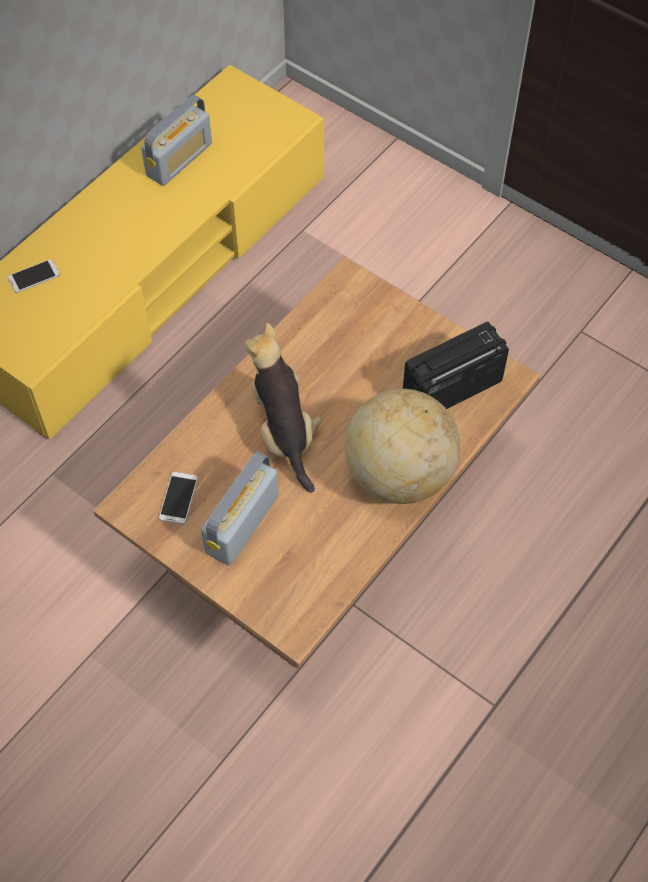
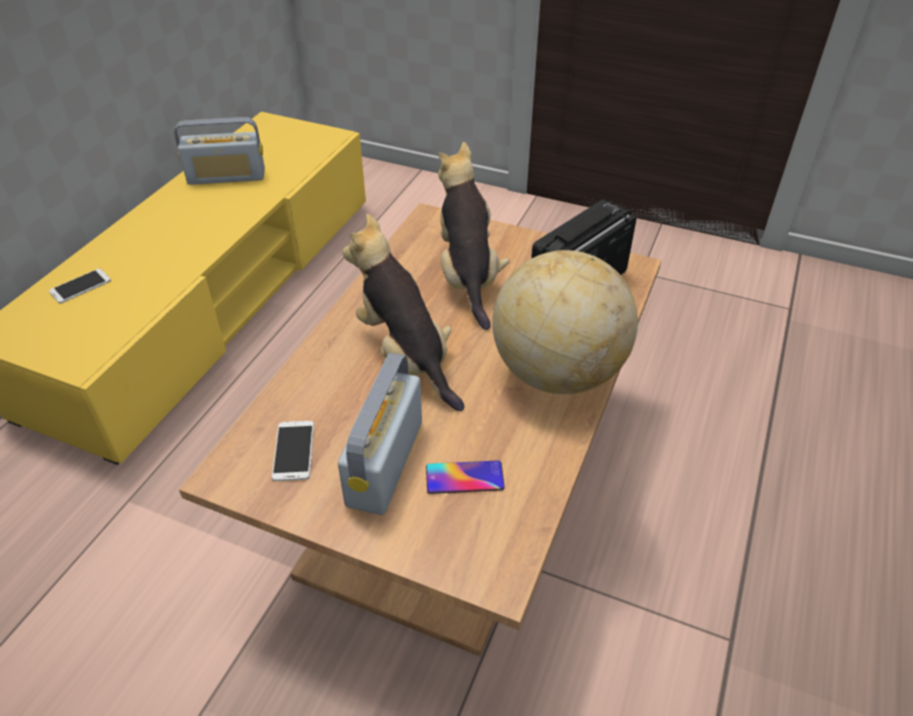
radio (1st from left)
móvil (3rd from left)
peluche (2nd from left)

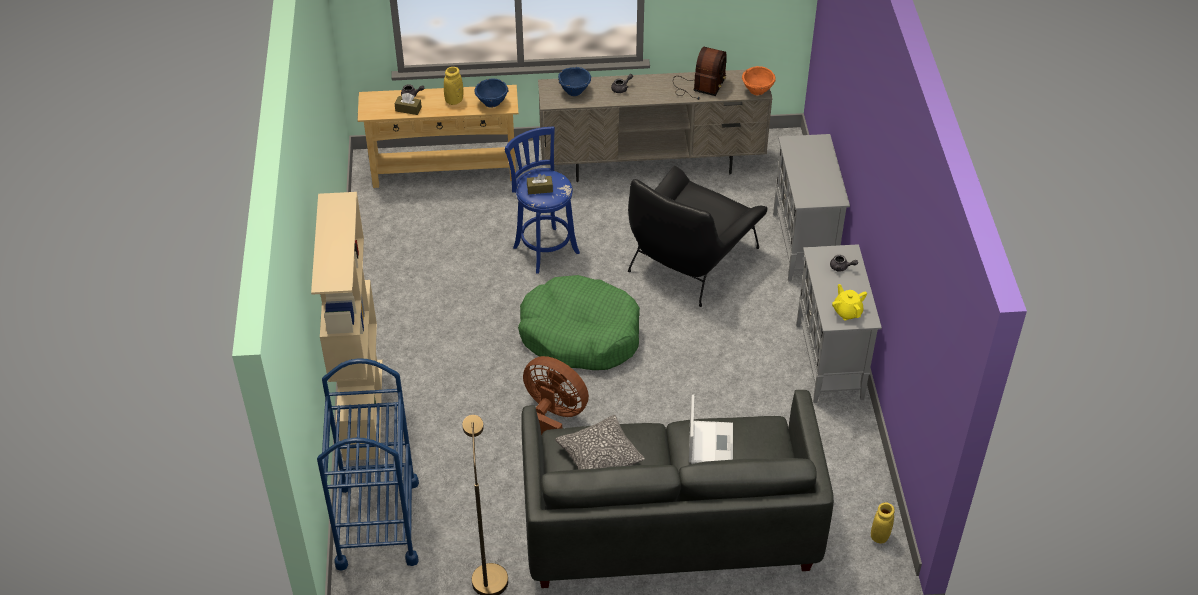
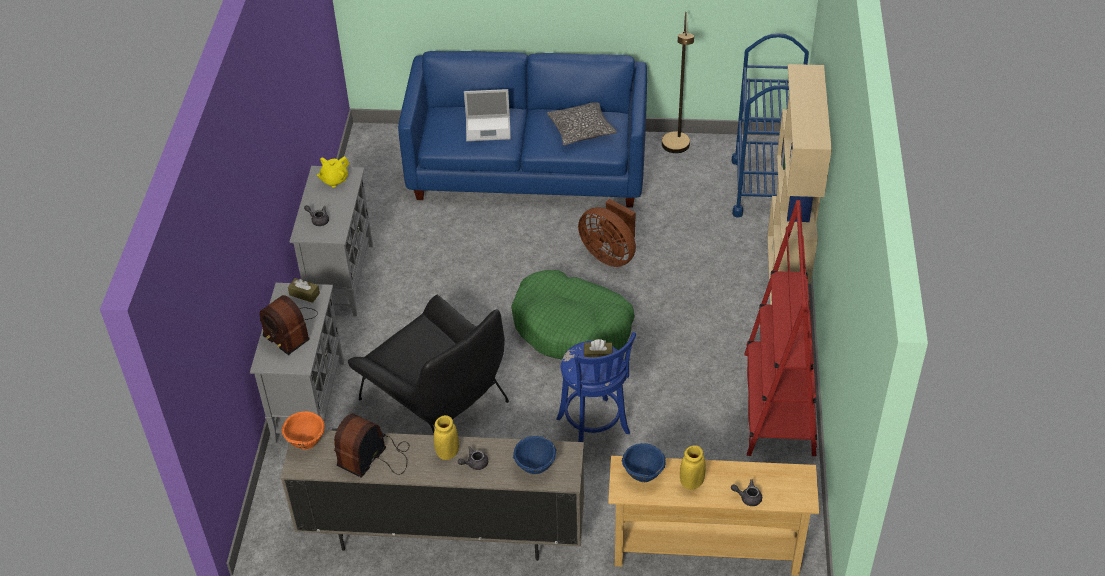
radio (1st from left)
caja de pañuelos [marrón] (1st from left)
tetera [amarillo]
sillón [negro]
sofá [azul]
florero [amarillo] (1st from left)
portátil
estantería [rojo]

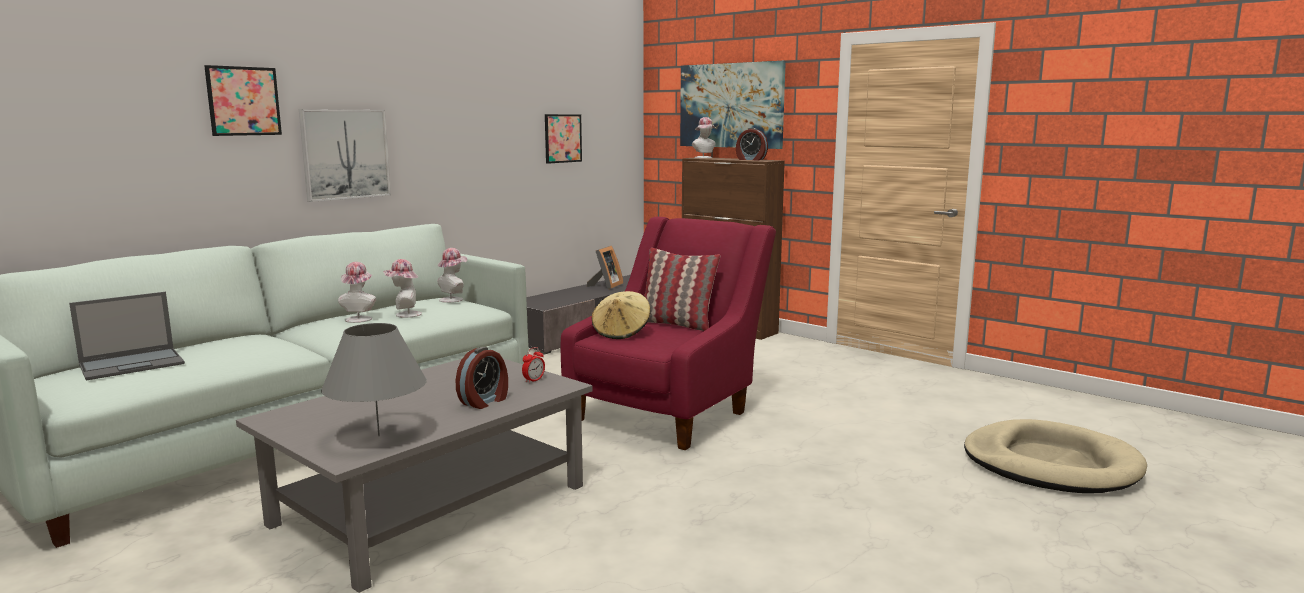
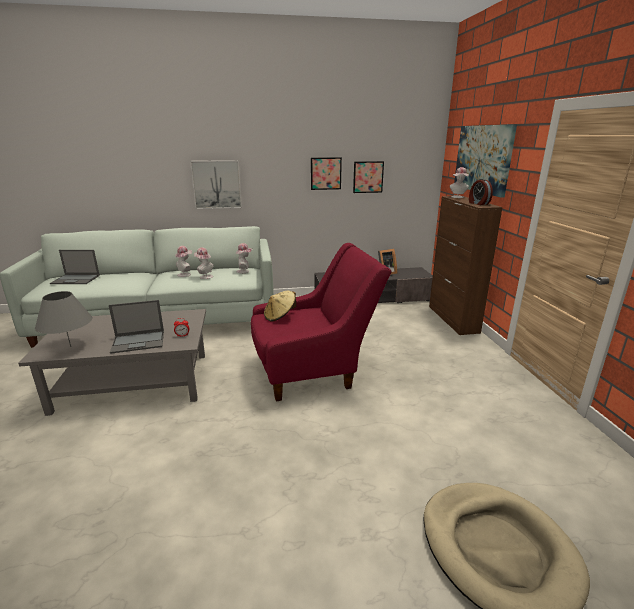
portátil (2nd from left)
cuadro (2nd from left)
cojín

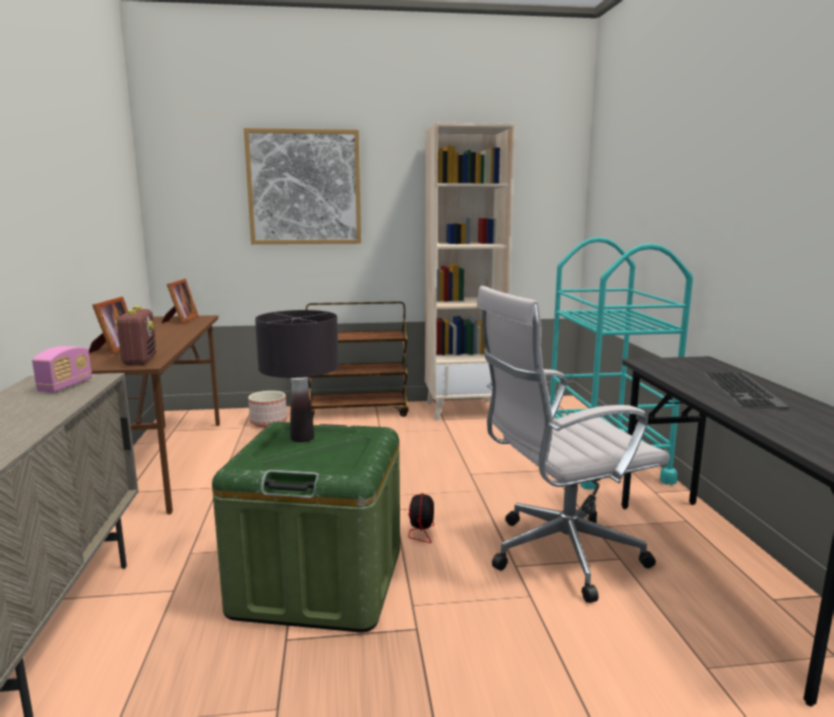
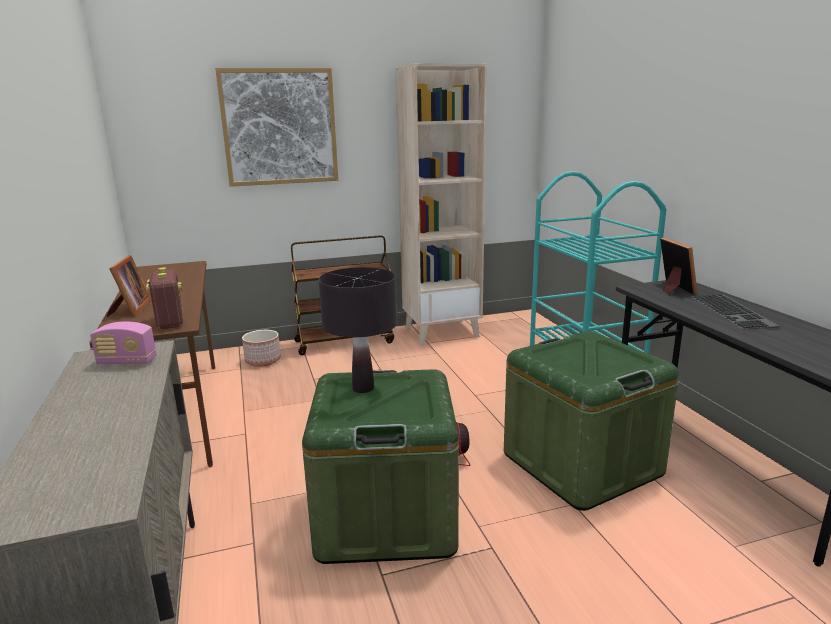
radio (1st from left)
caja de almacenaje [verde] (2nd from left)
portarretratos (2nd from left)

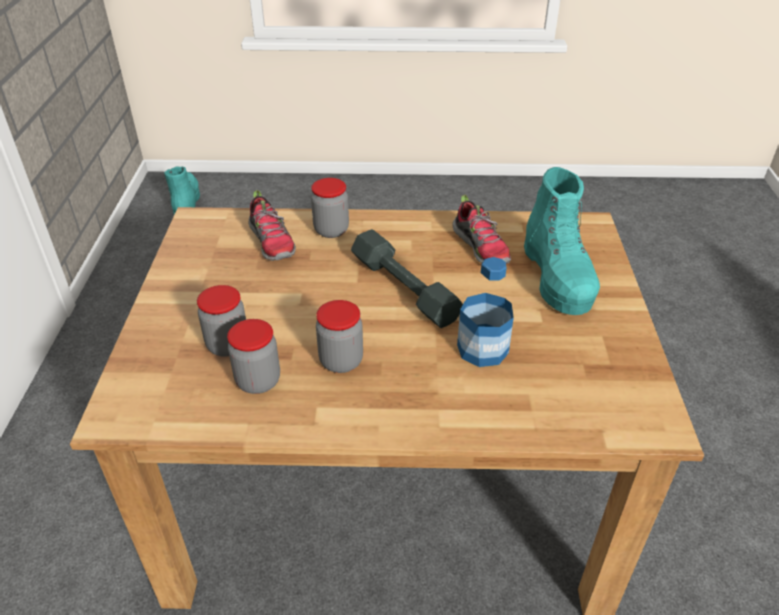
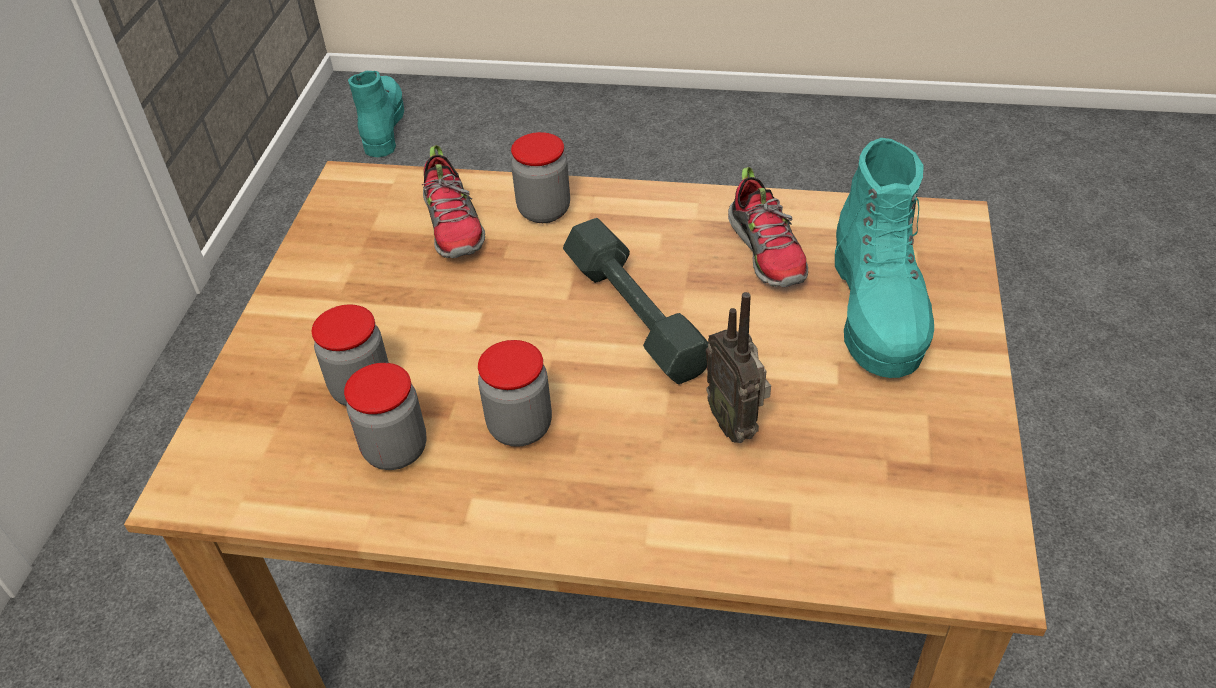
radio

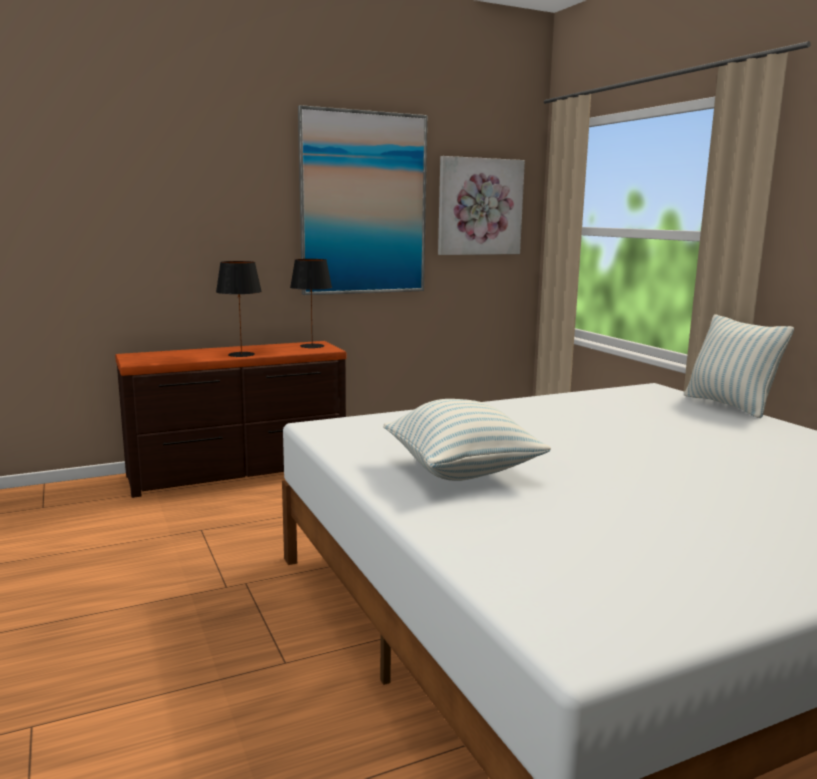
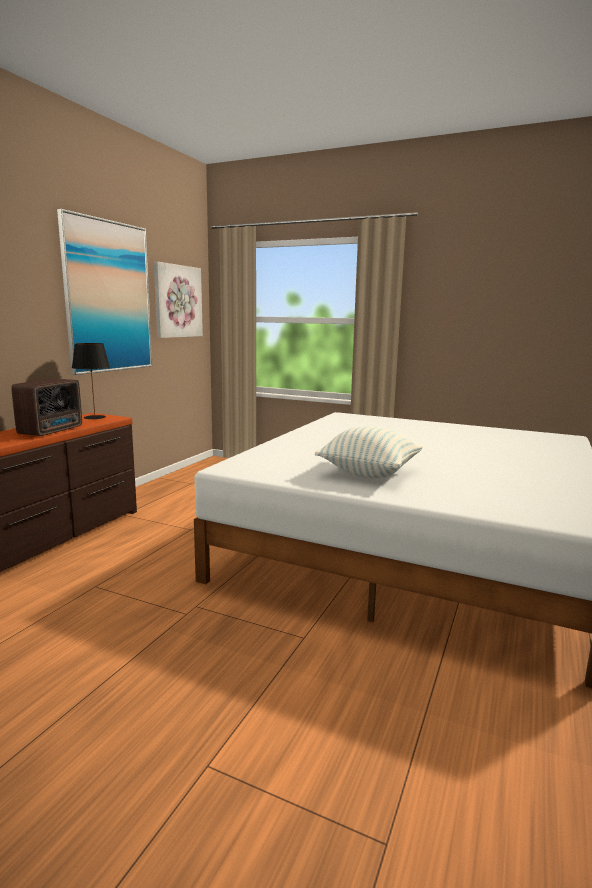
radio
cojín (2nd from left in the first image)

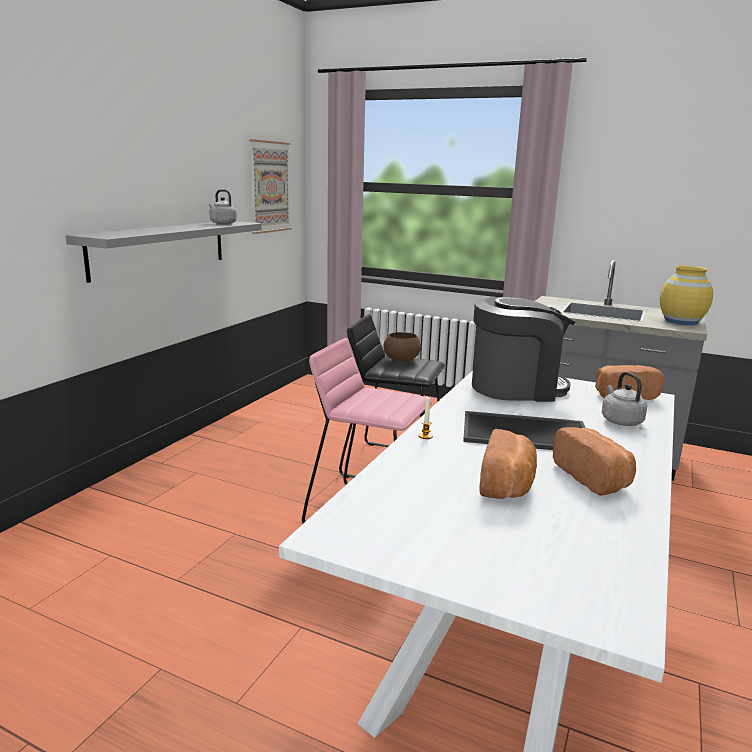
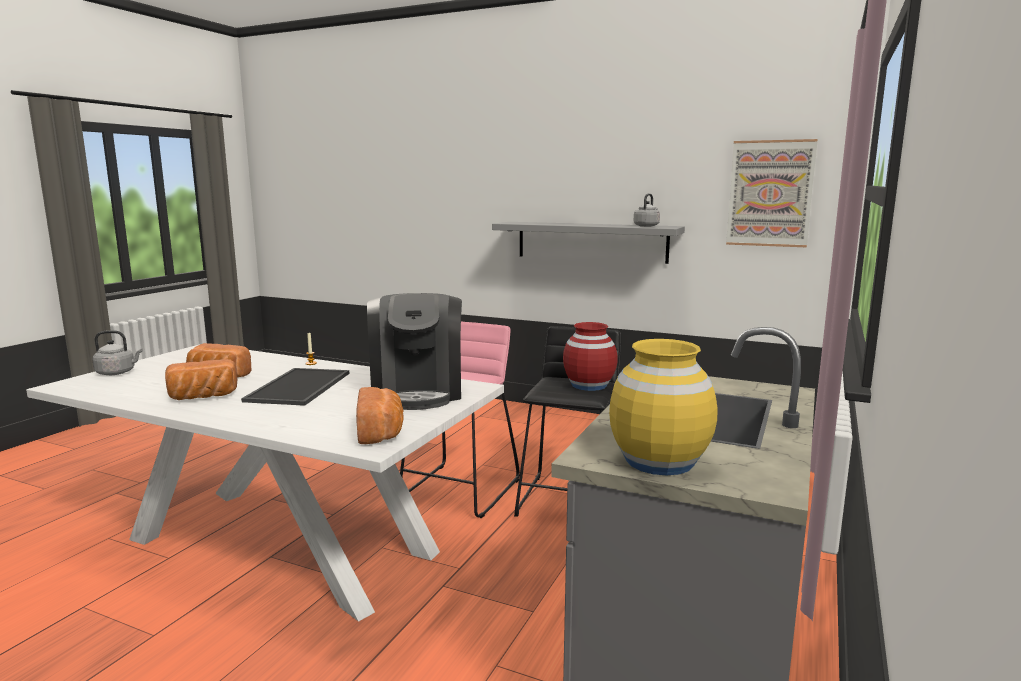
hervidor [gris] (1st from left)
florero [rojo]

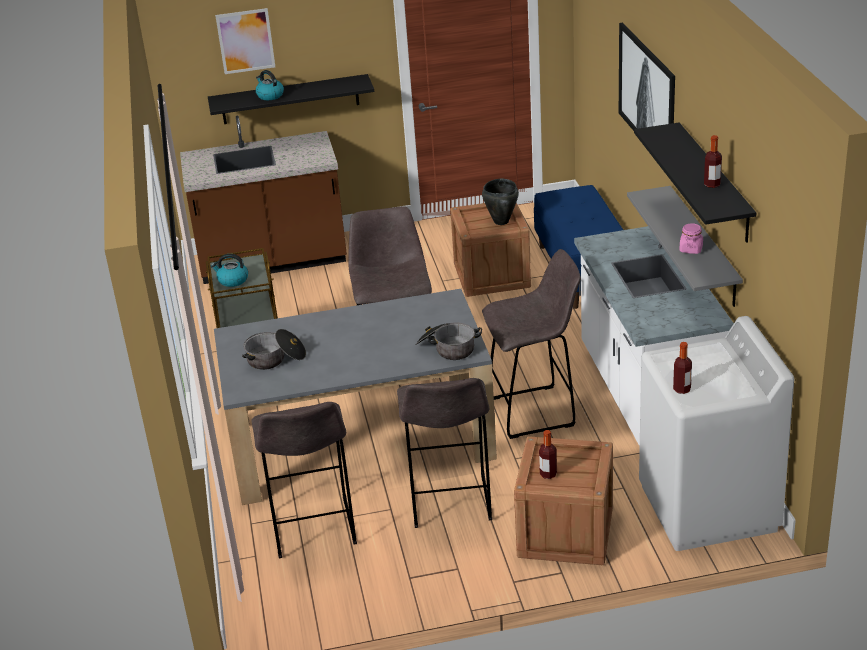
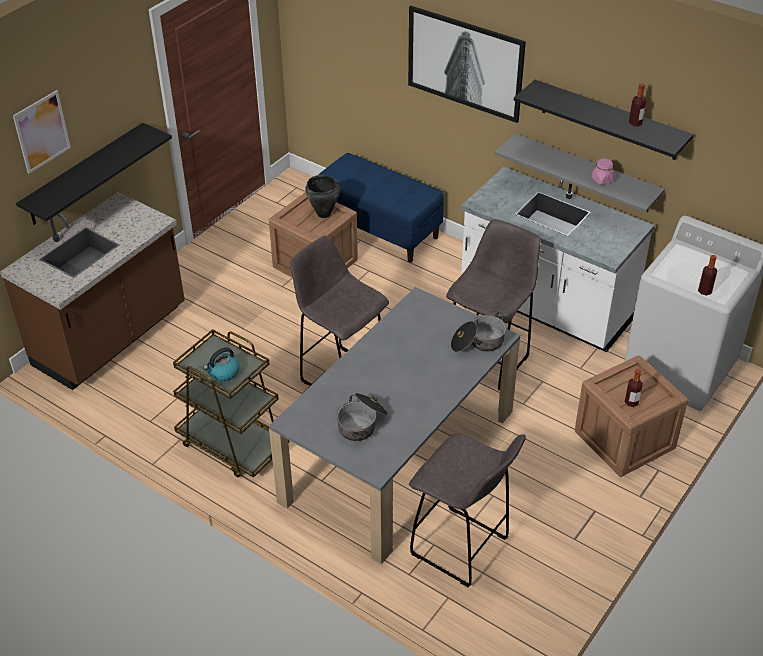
hervidor (2nd from left in the first image)
taburete [gris] (3rd from left in the first image)

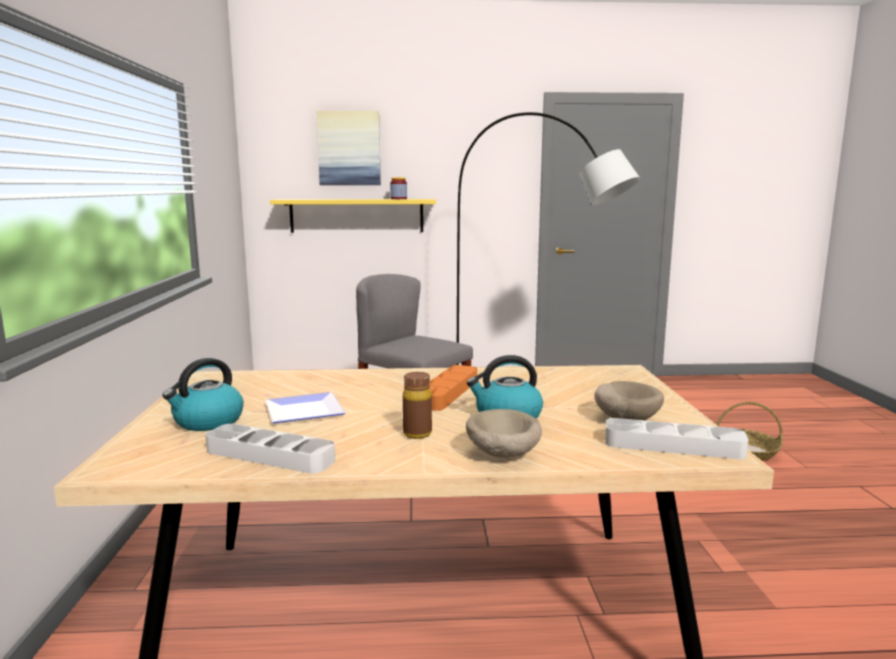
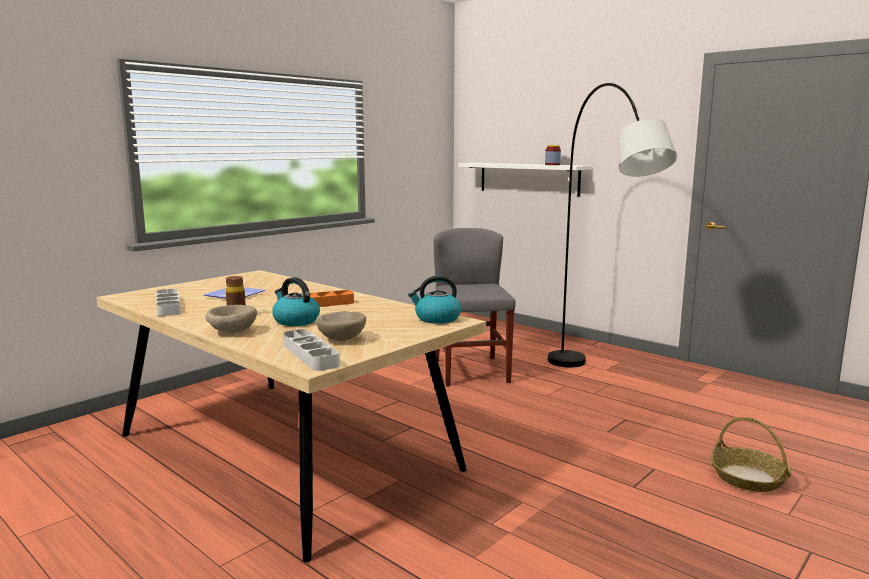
hervidor (2nd from left)
estante [blanco]
cuadro

